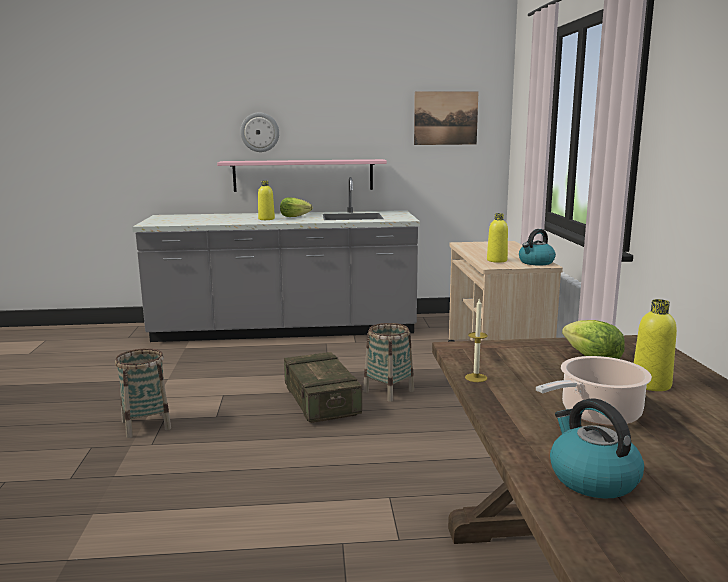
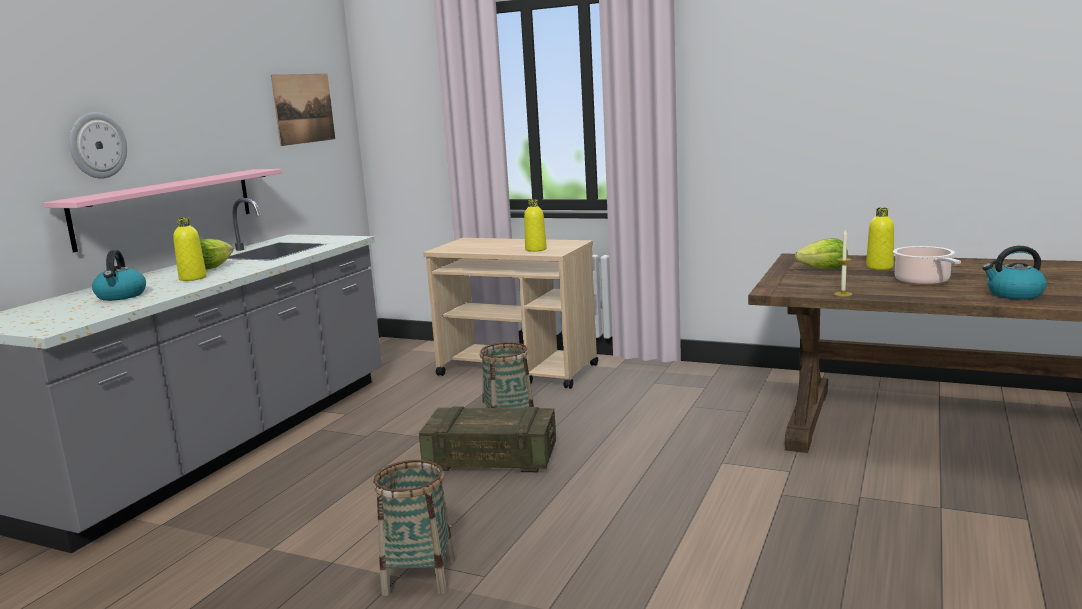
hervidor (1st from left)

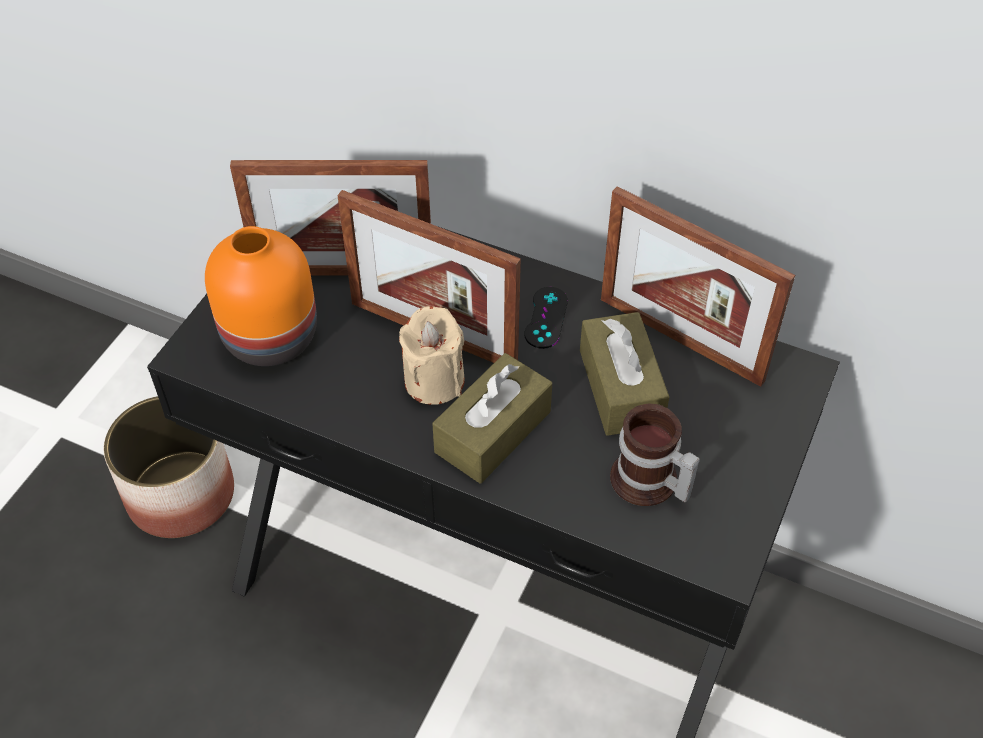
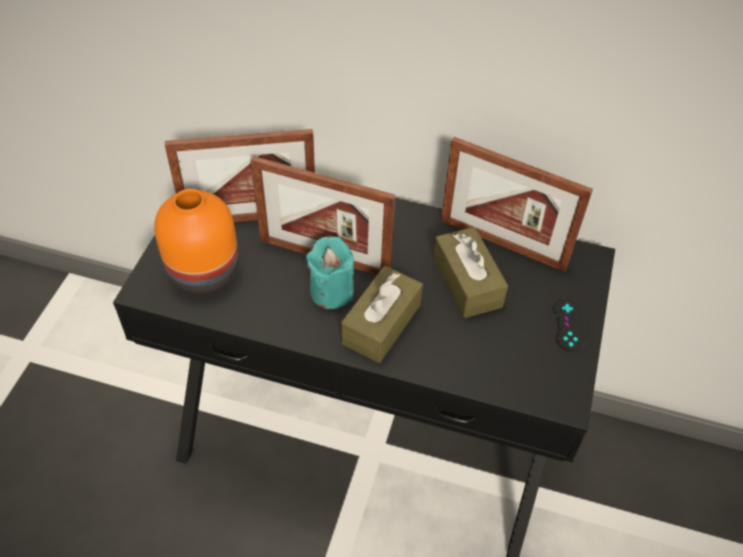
vela [turquesa]
mando de consola [negro]
maceta
taza grande

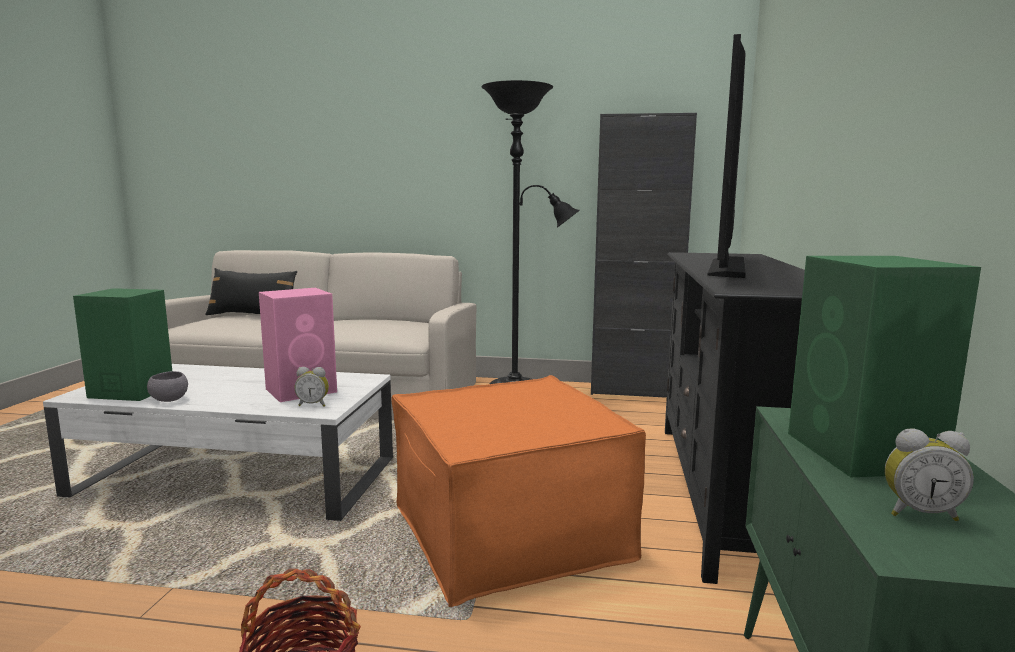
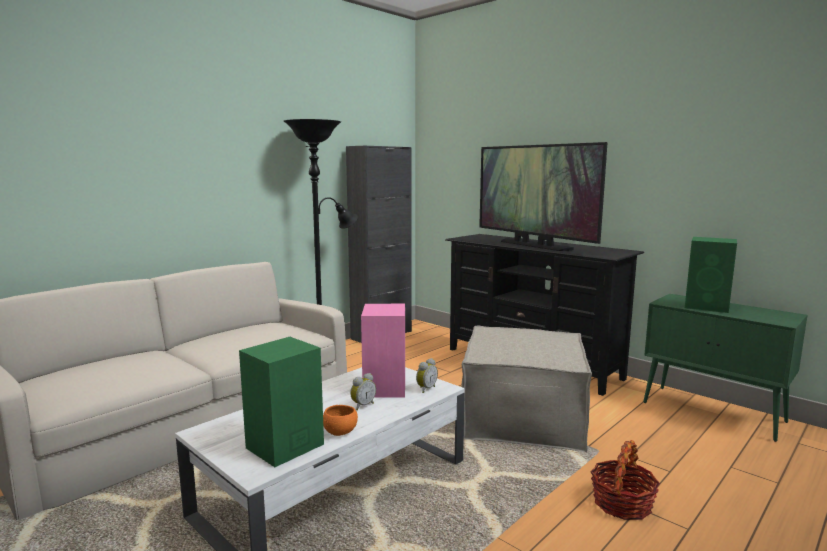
cuenco [naranja]
despertador (1st from left)
puf [beis]
cojín [negro]

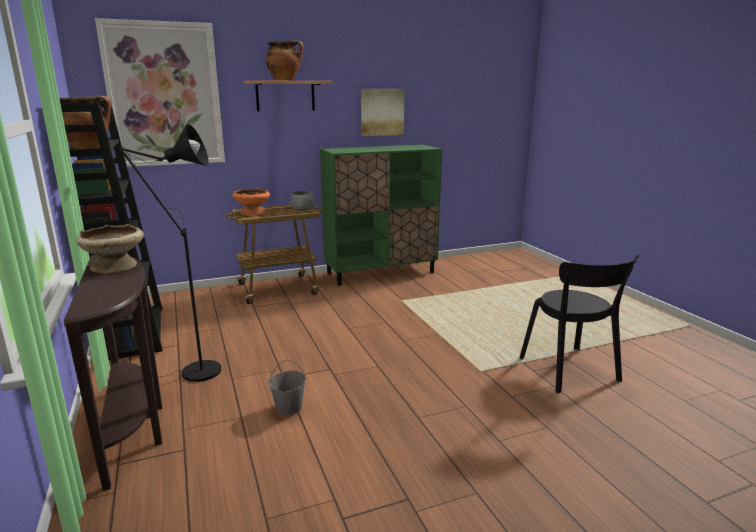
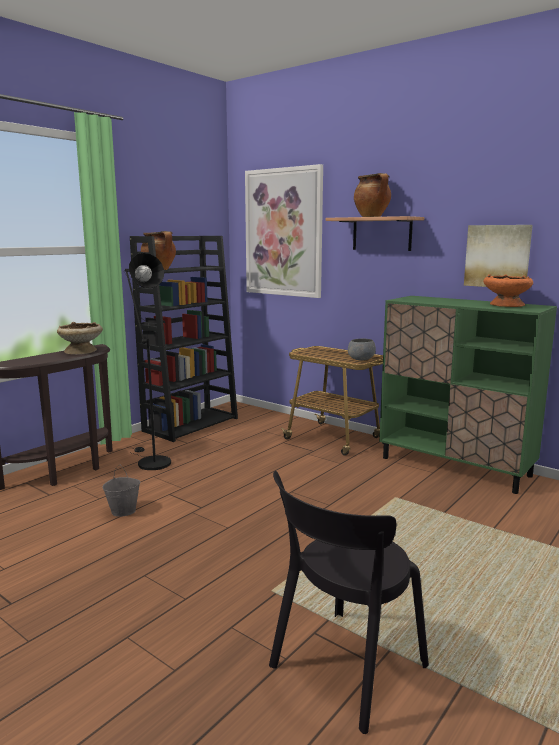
cuenco [naranja]

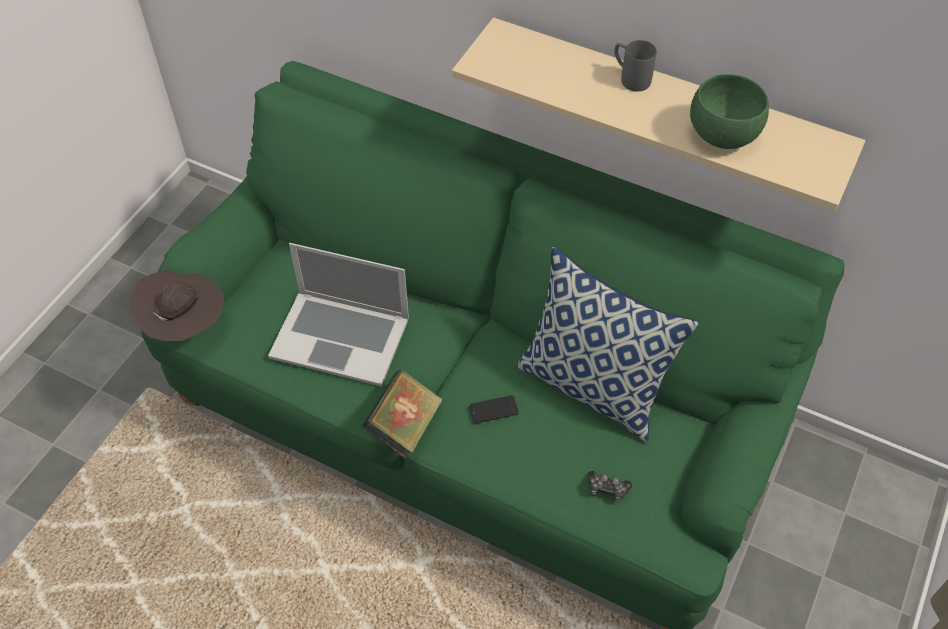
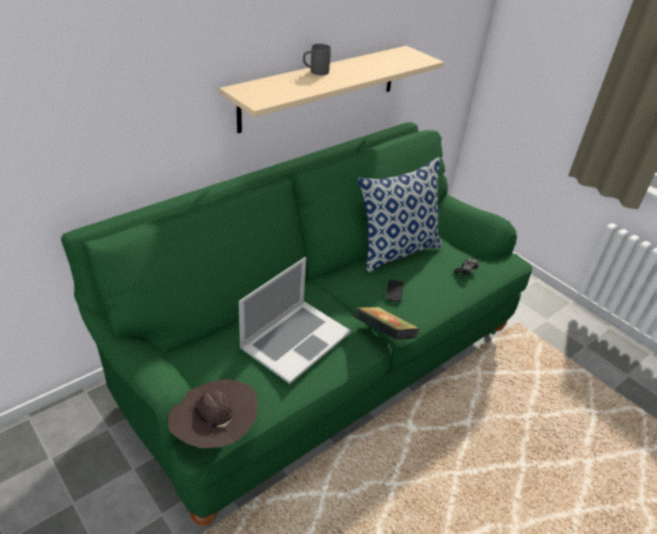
cuenco [verde]

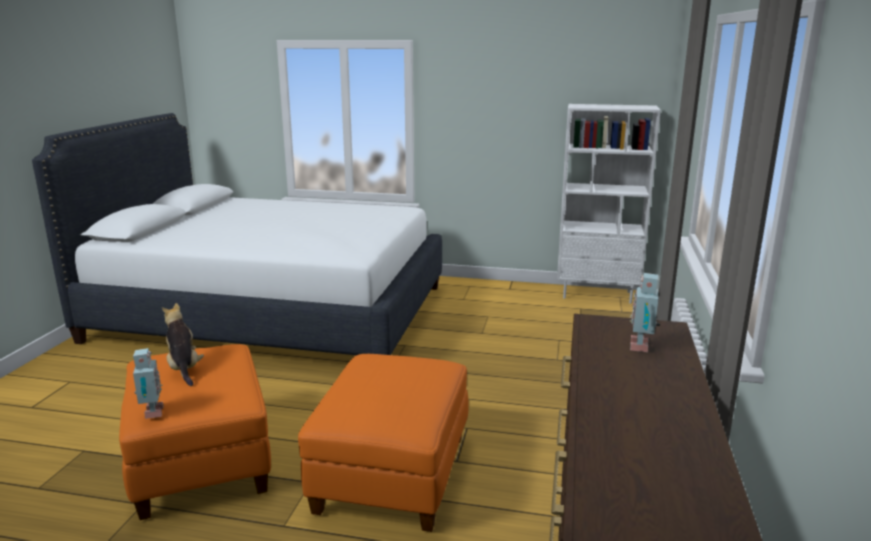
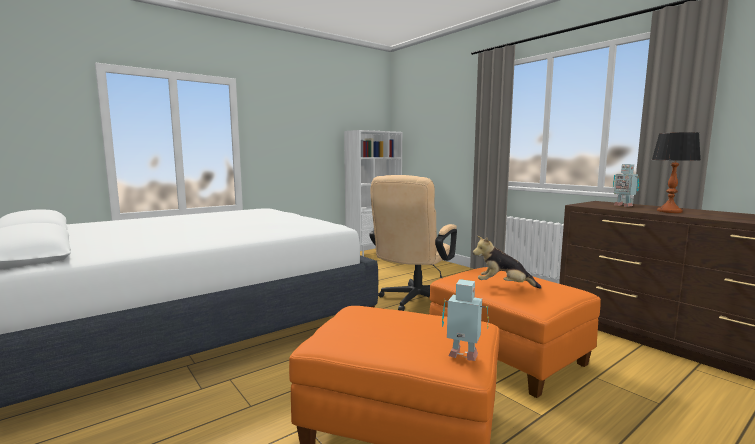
silla de oficina [beis]
peluche
lámpara de mesa

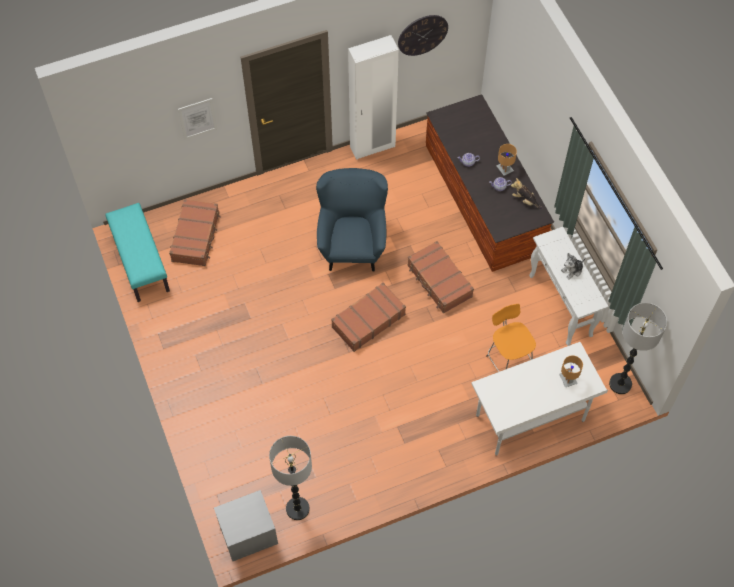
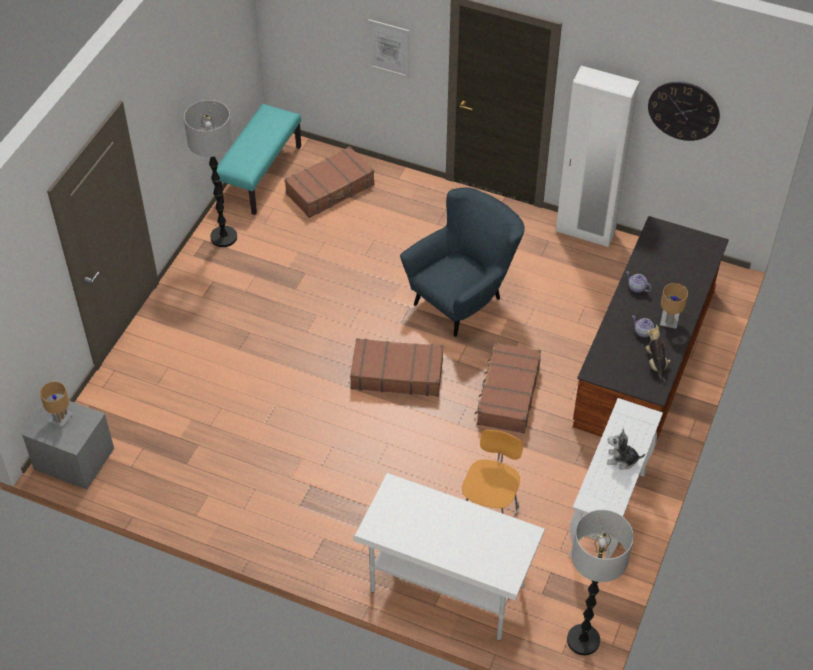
lámpara de mesa [marrón] (1st from left)
lámpara de pie (1st from left)

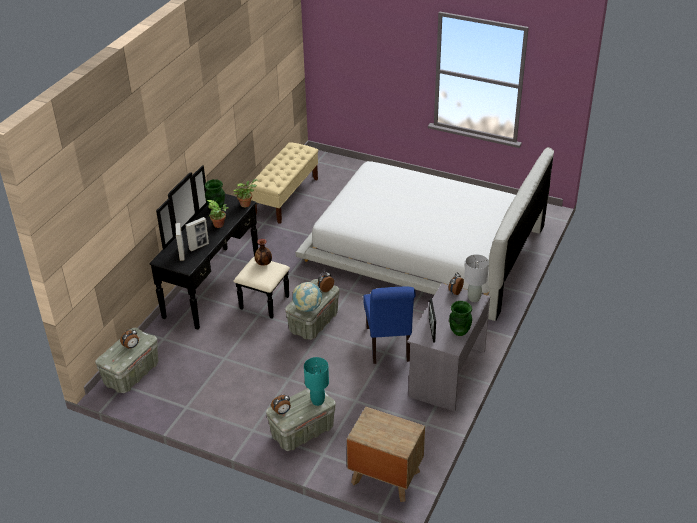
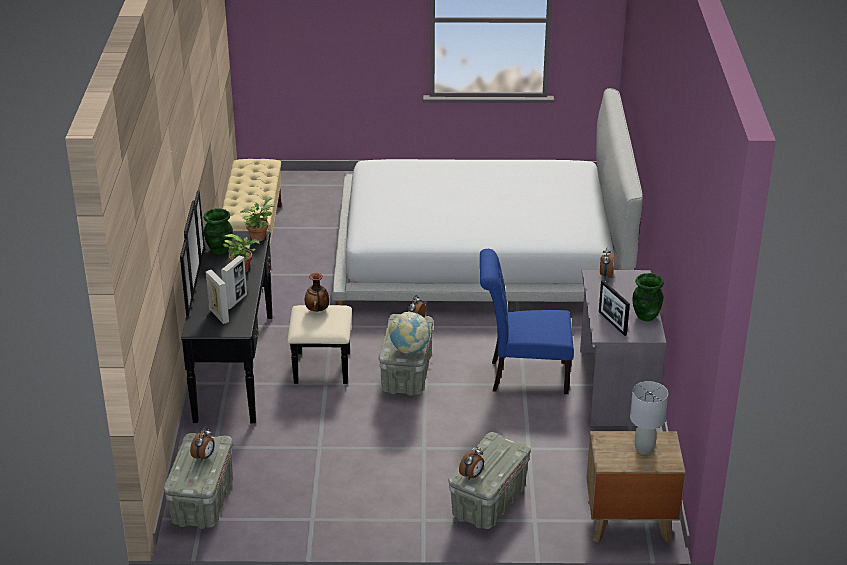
silla [azul]
lámpara de mesa [gris]
lámpara de mesa [turquesa]

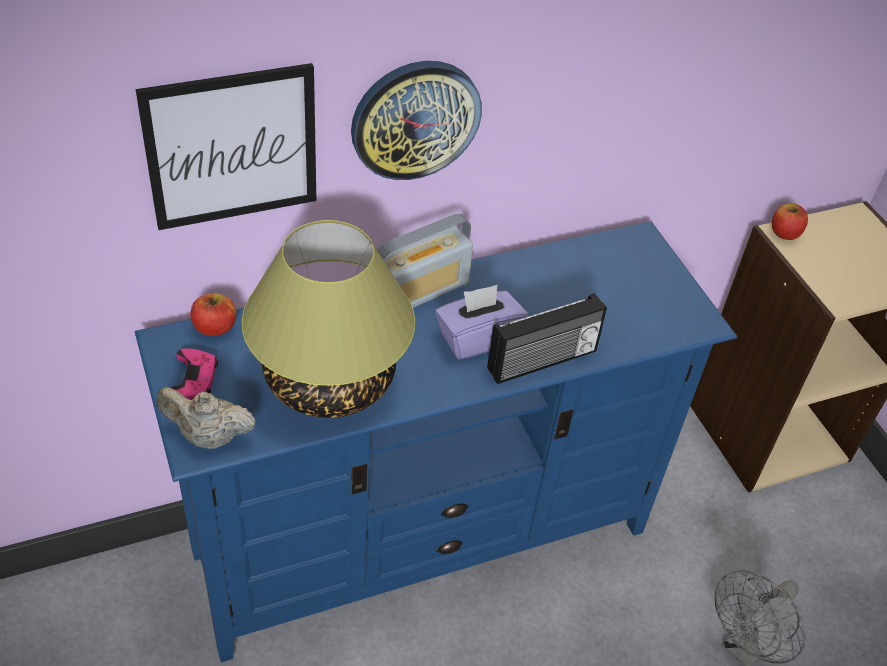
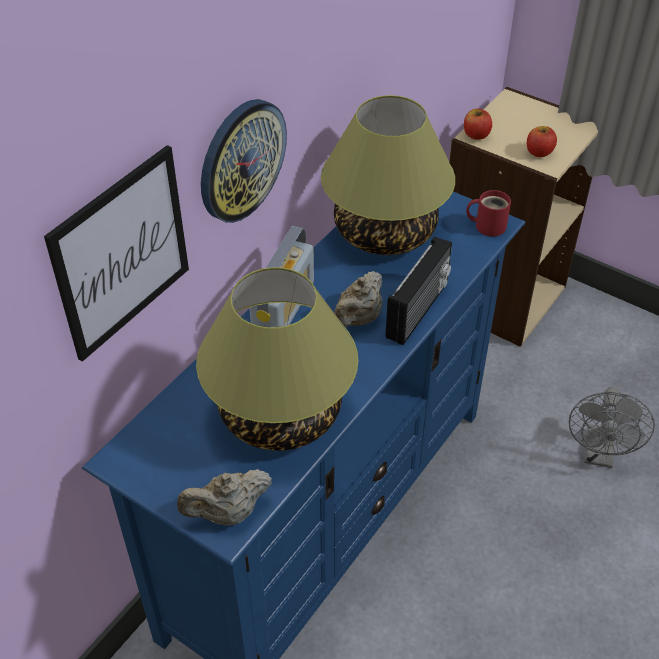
lámpara de mesa (2nd from left)
tetera [beis] (2nd from left)
taza grande [rojo]
manzana (2nd from left)
mando de consola [rosa]

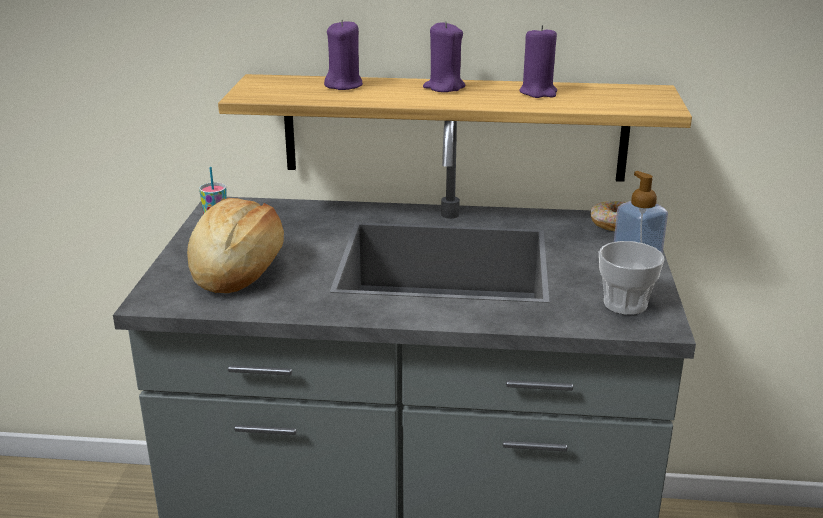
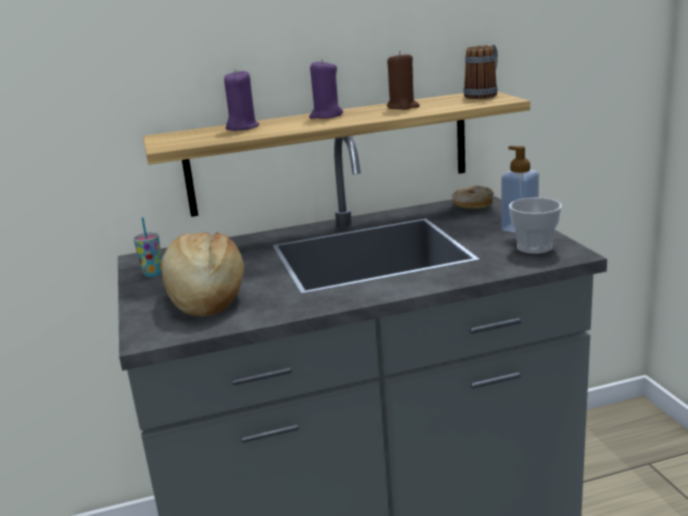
vela [marrón]
taza grande

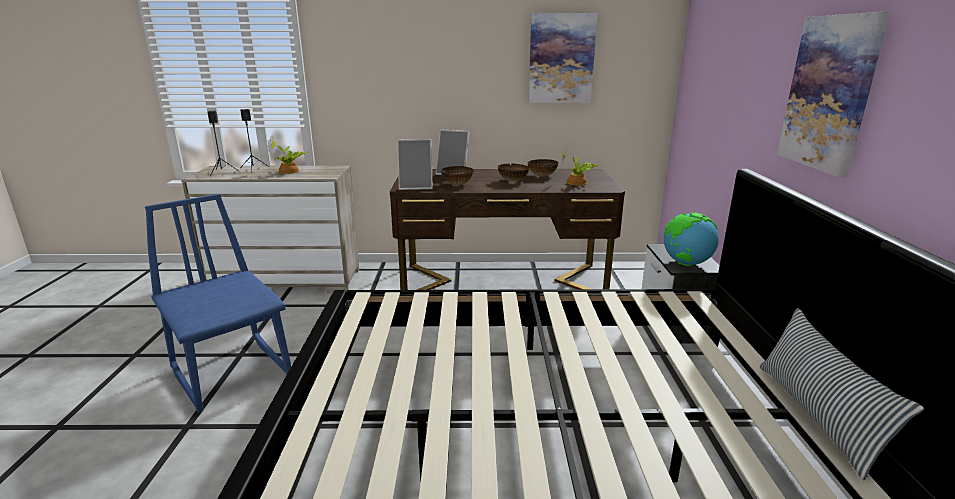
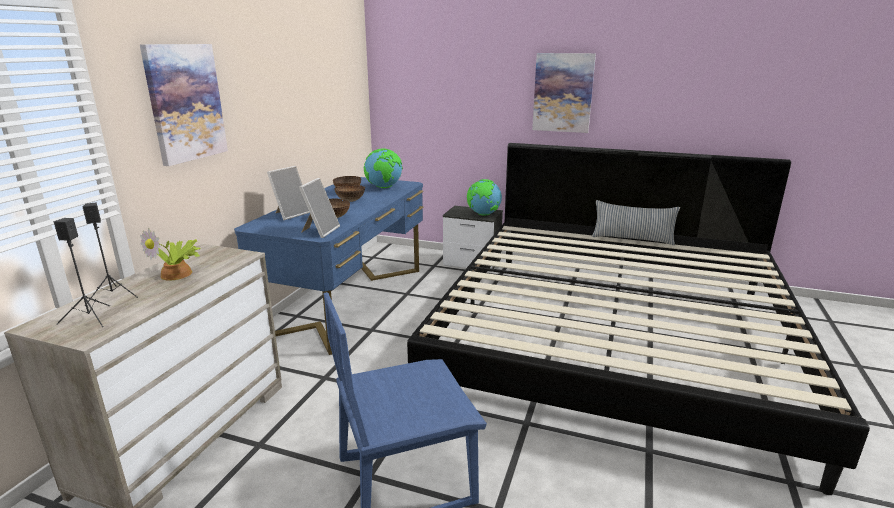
cuadro (1st from left)
escritorio [azul]
globo terráqueo (1st from left)

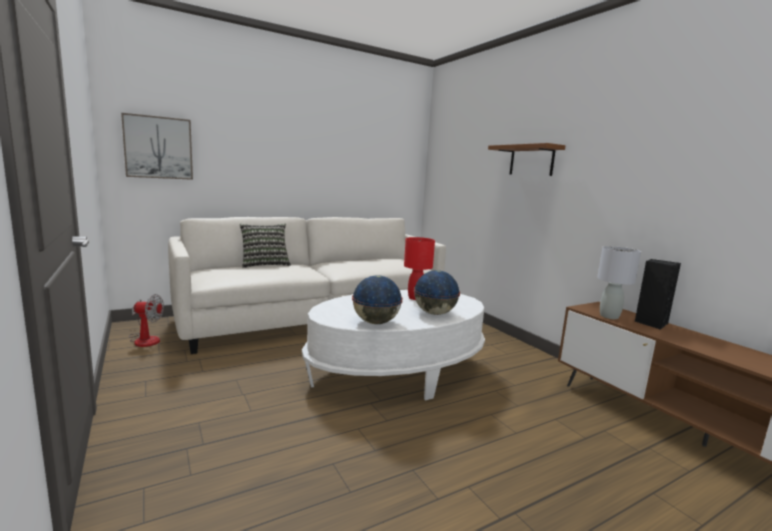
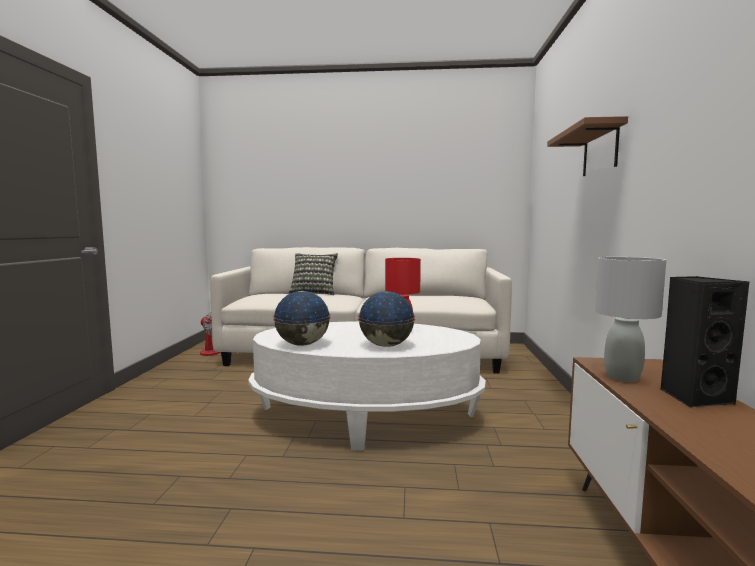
cuadro

